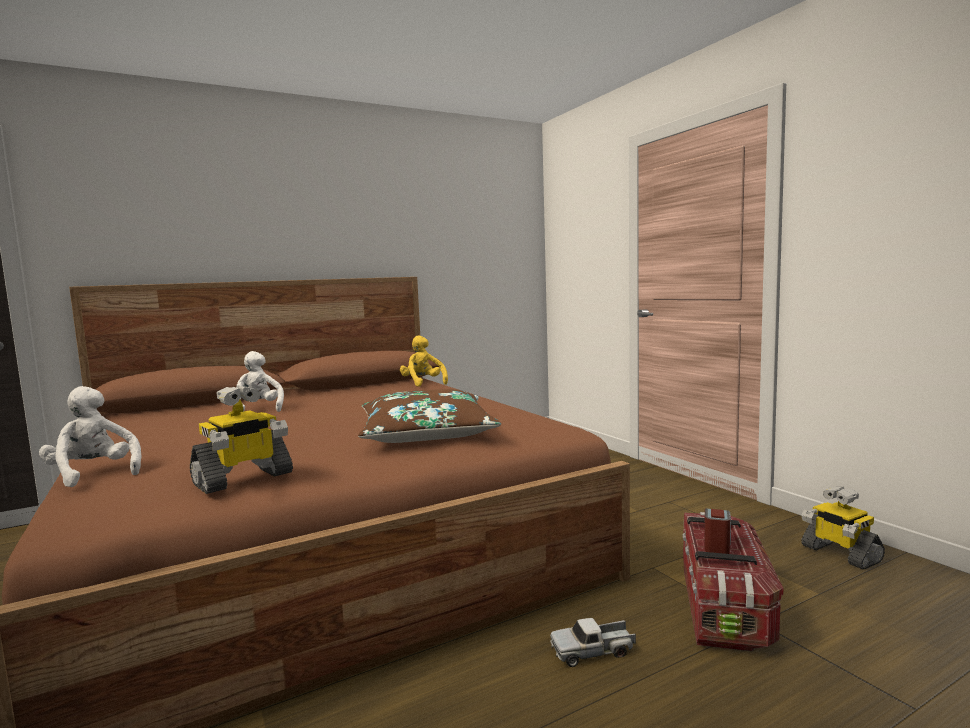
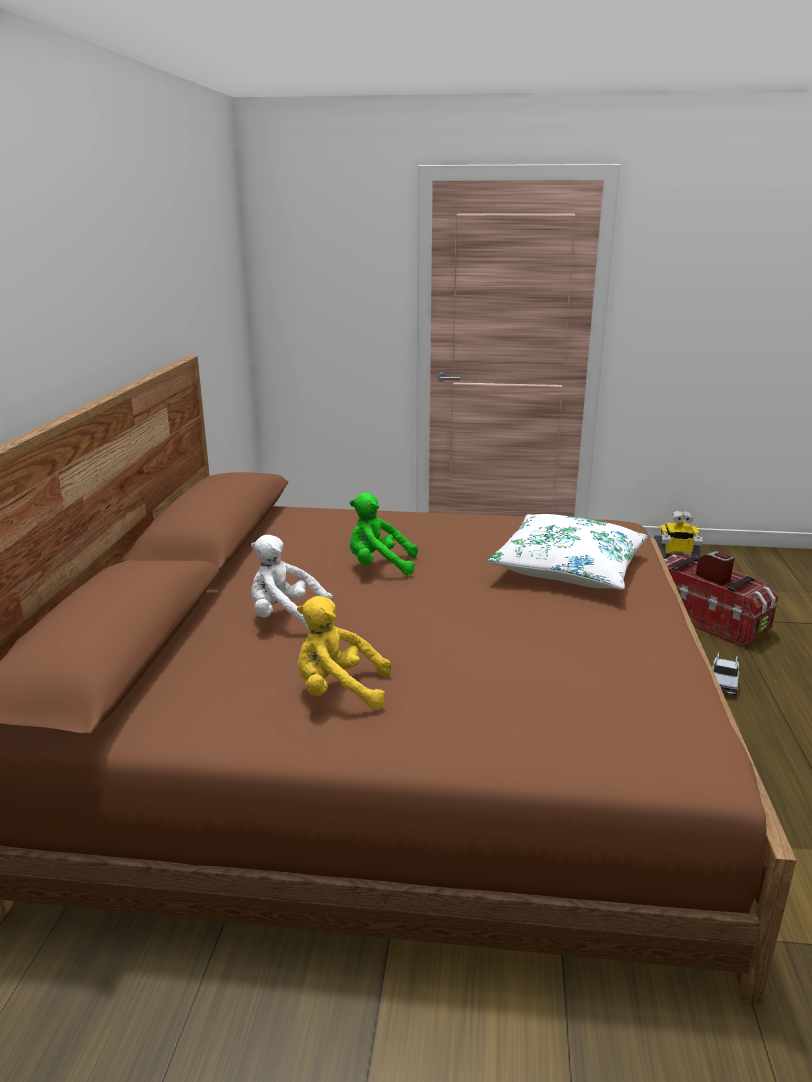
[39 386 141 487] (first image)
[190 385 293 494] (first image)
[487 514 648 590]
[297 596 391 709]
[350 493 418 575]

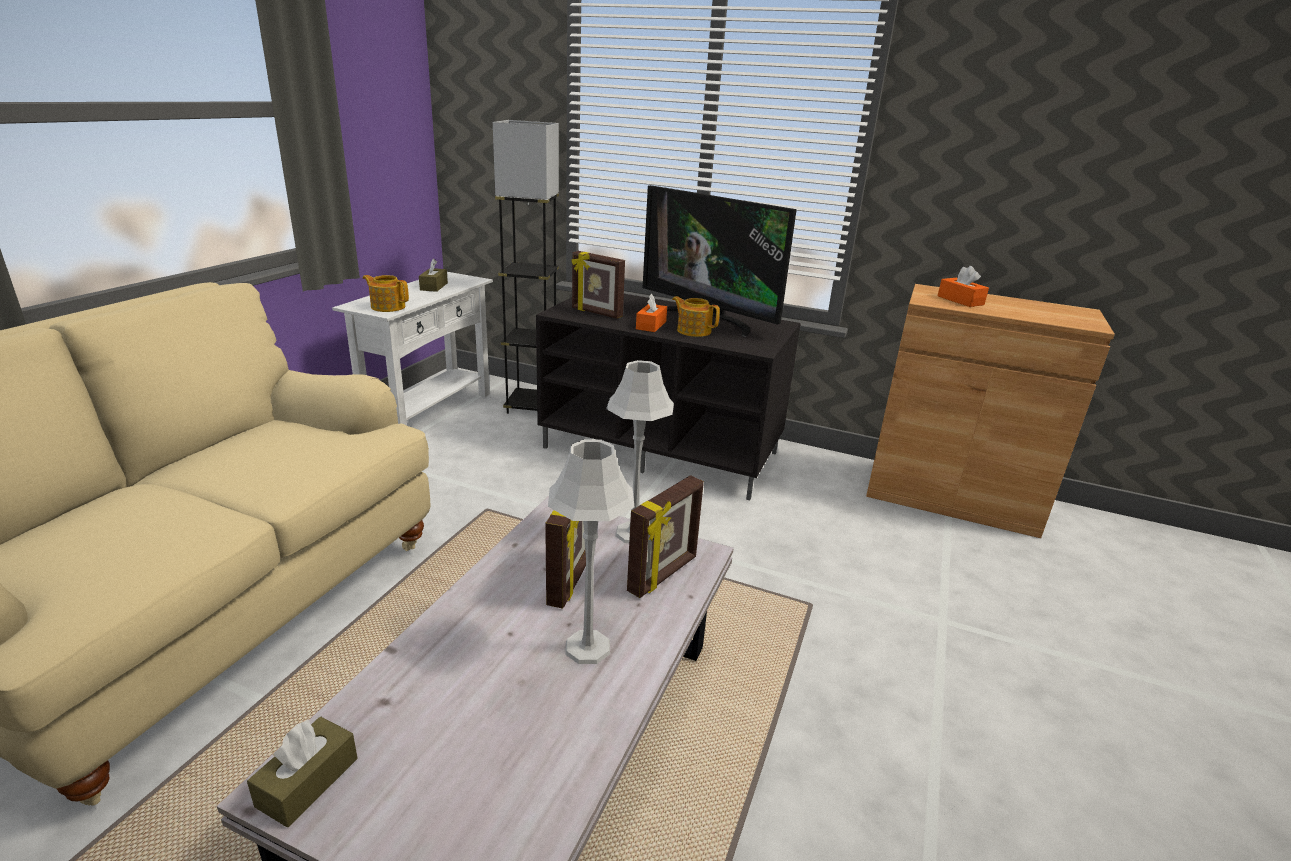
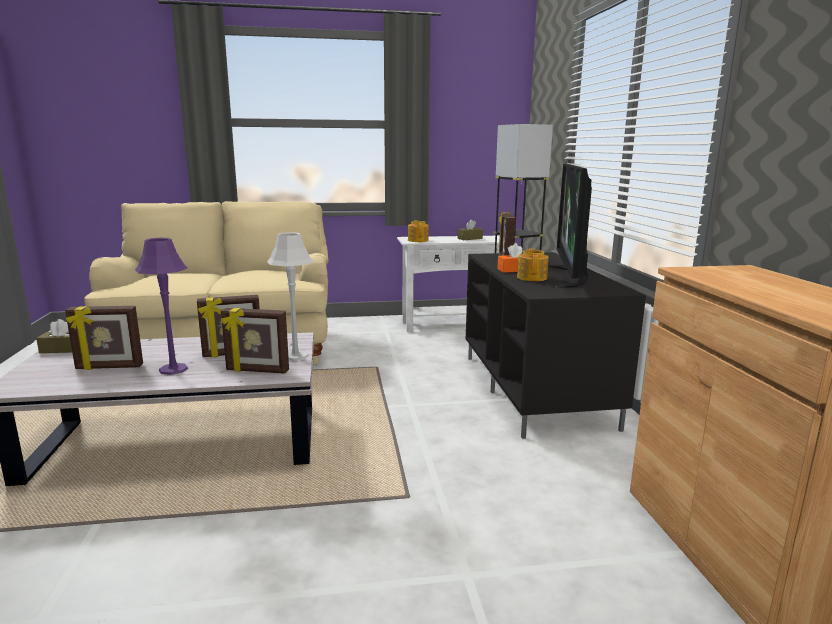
[135 238 188 375]
[938 266 989 307] (first image)
[65 306 143 370]

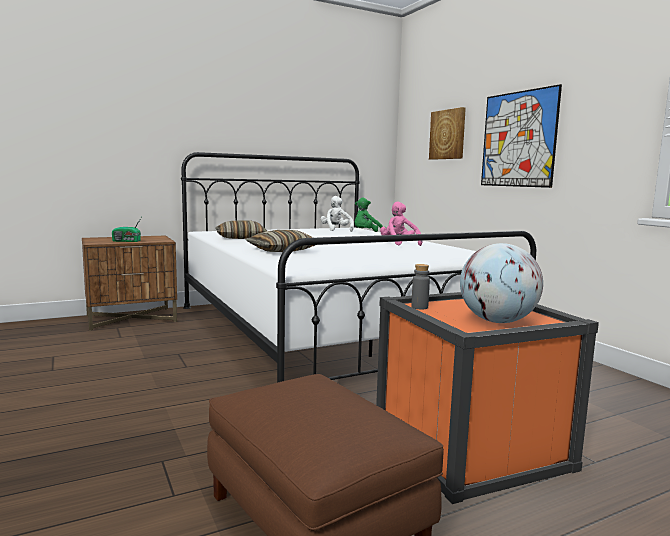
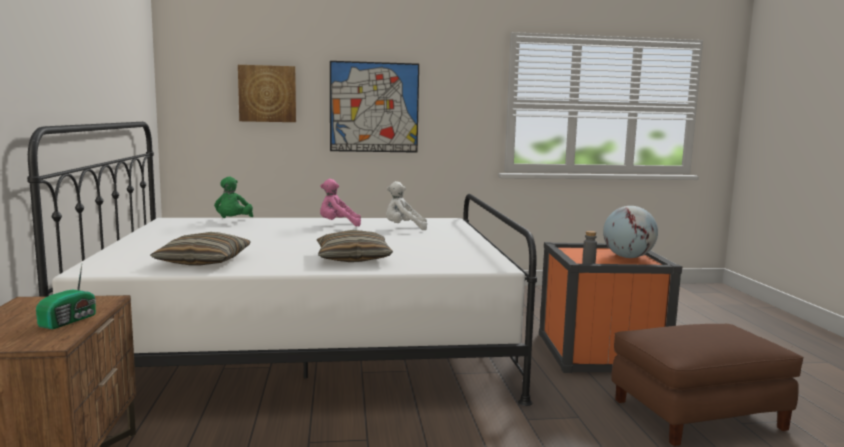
[386 181 427 230]

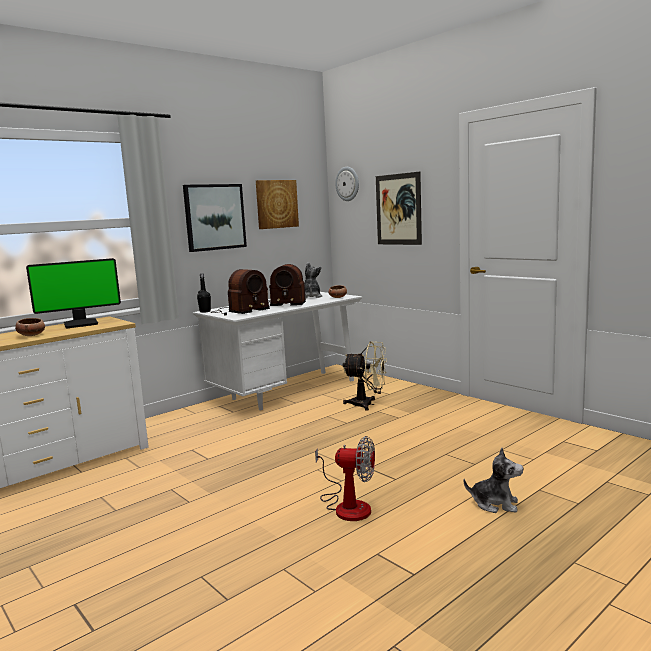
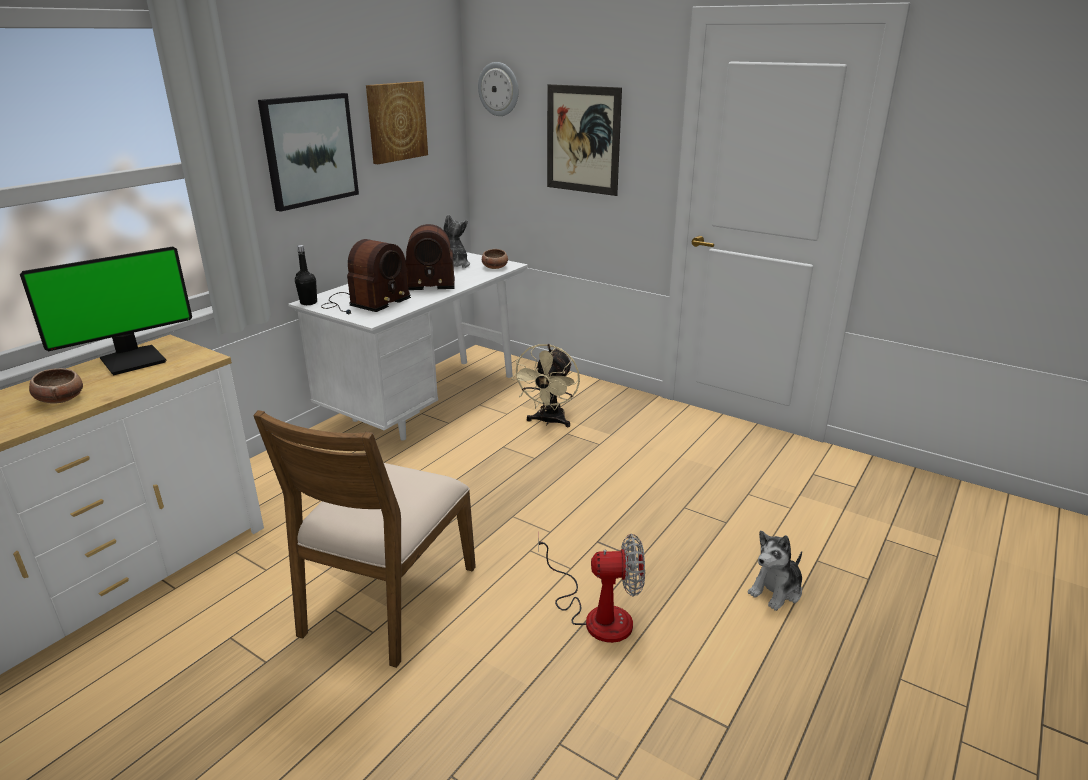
[512 344 580 427]
[748 531 802 611]
[253 410 476 668]

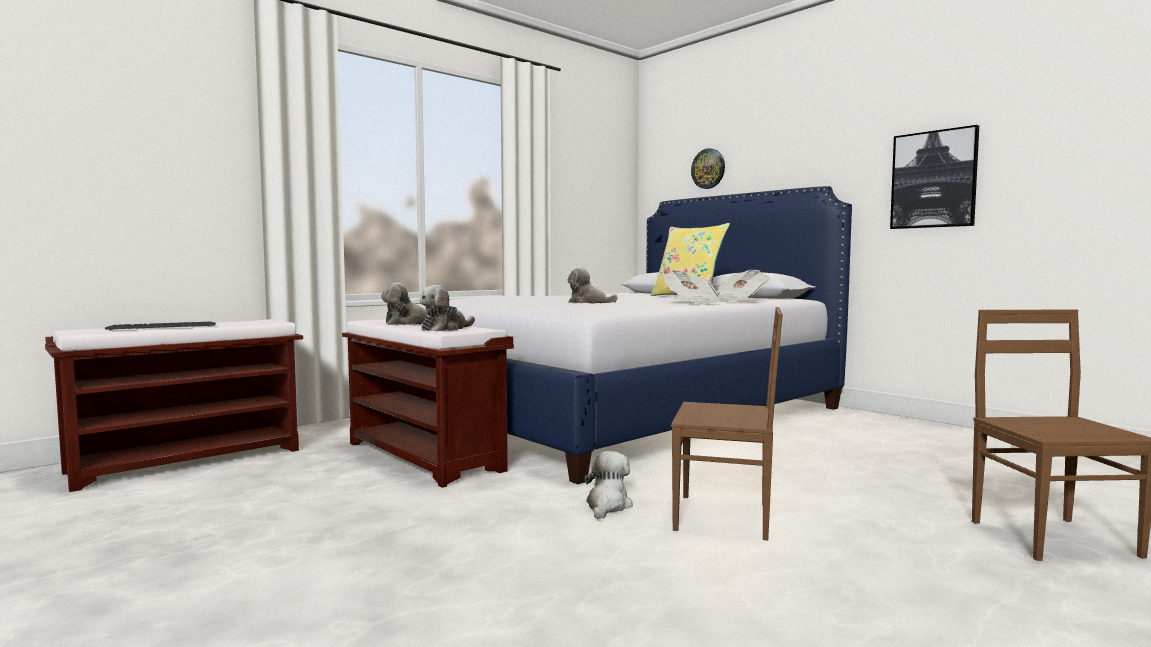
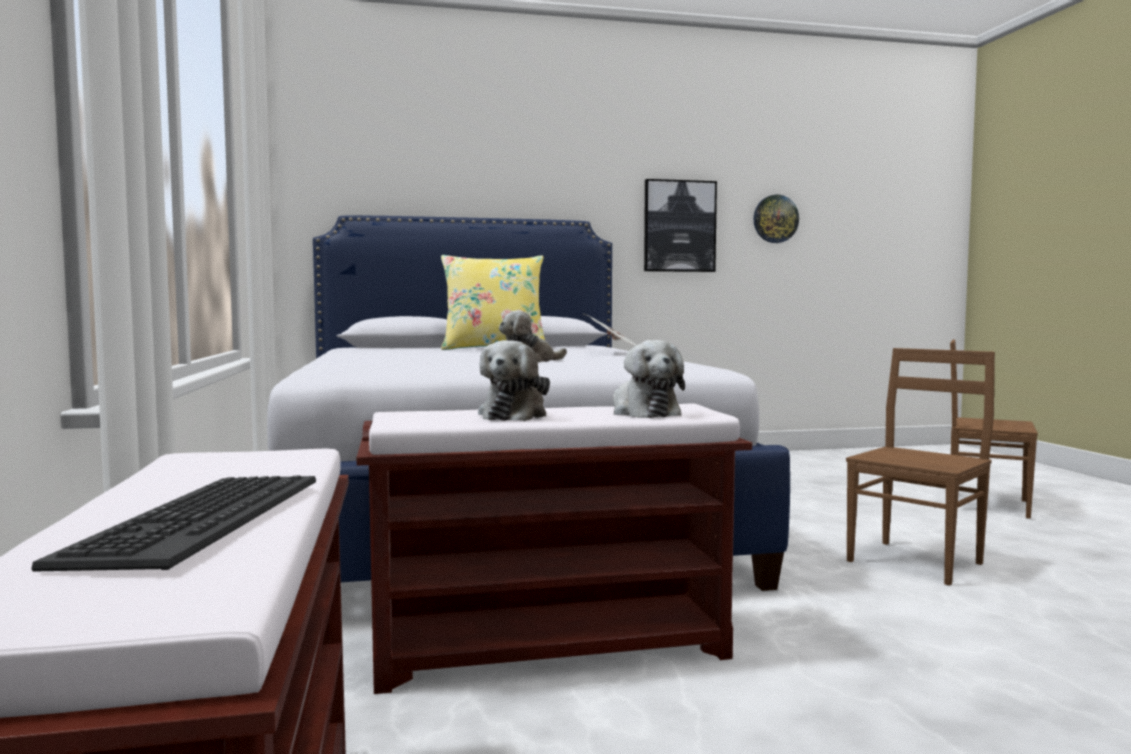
[584 451 633 519] (first image)
[753 195 799 243]
[716 270 769 302] (first image)

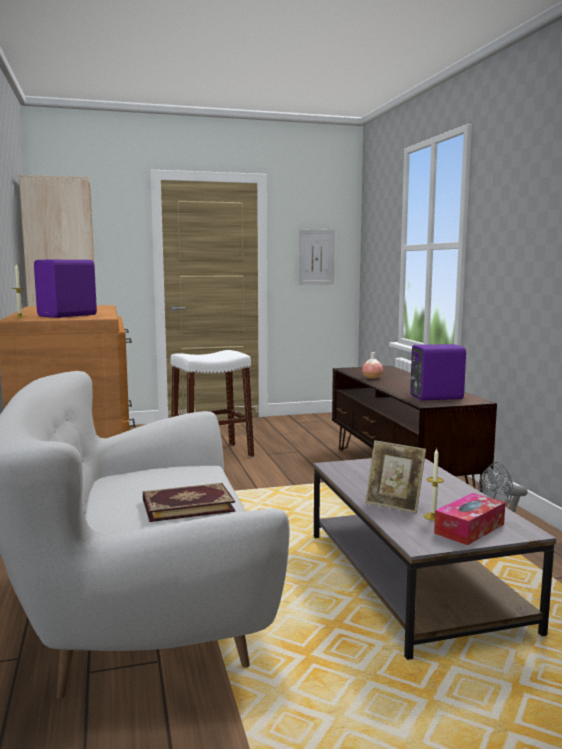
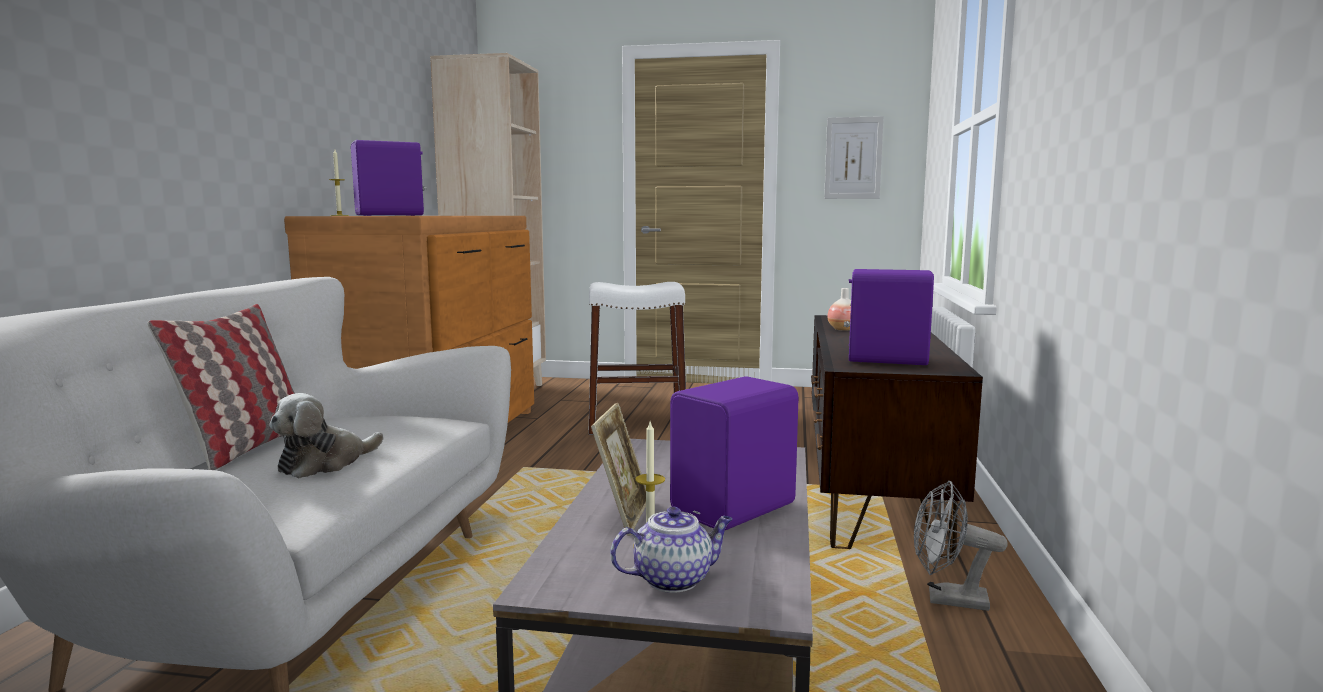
[269 393 384 478]
[591 403 646 536]
[610 506 733 593]
[148 304 295 470]
[670 377 799 530]

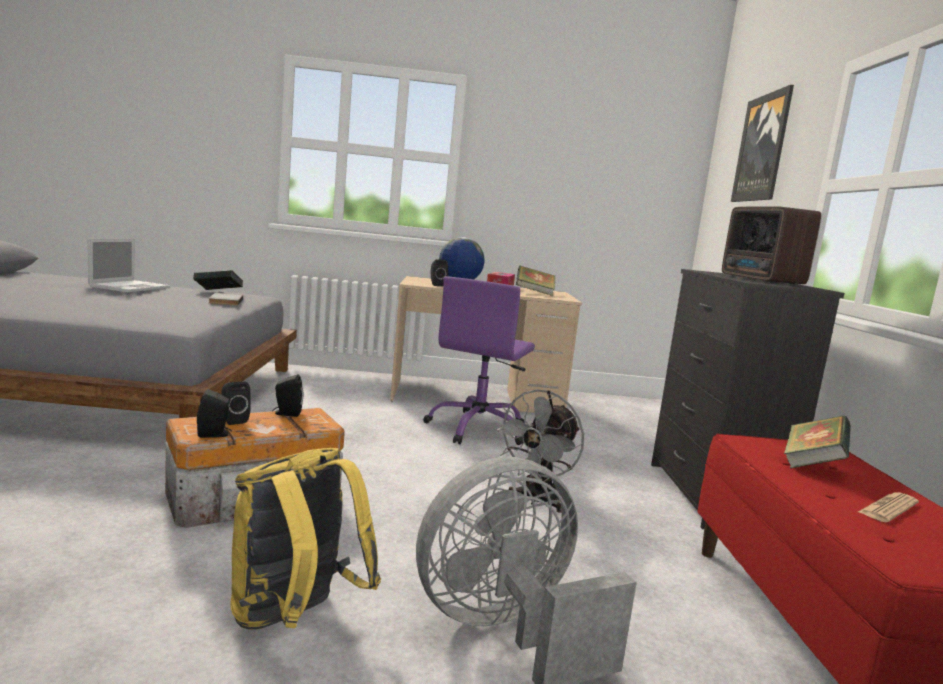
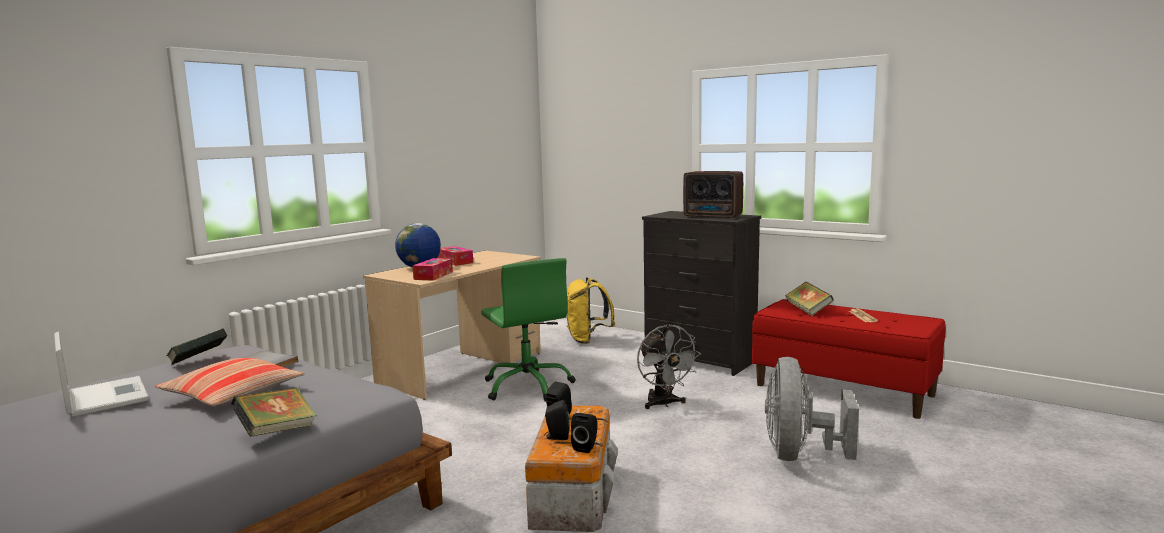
[567 277 615 344]
[481 258 576 402]
[413 258 453 281]
[231 387 317 437]
[731 85 794 202] (first image)
[155 358 305 406]

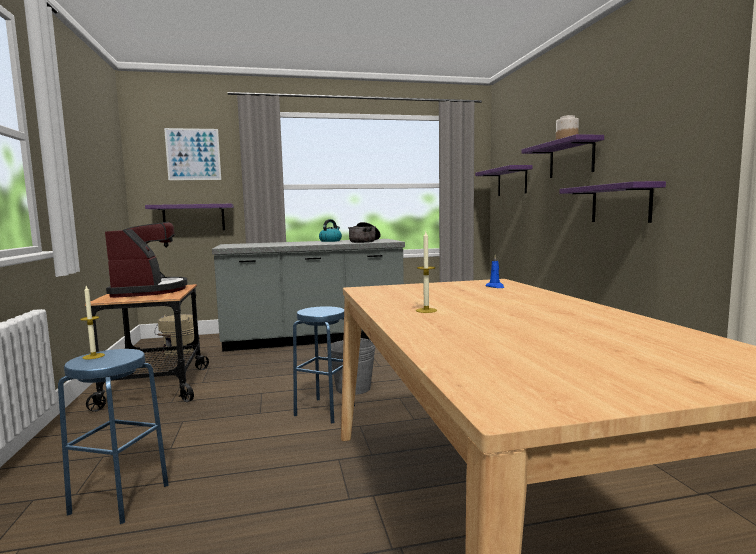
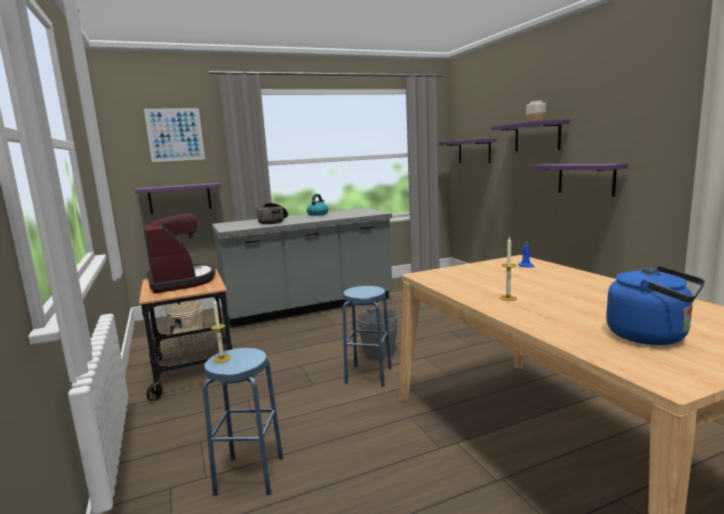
[256 203 288 224]
[606 266 705 345]

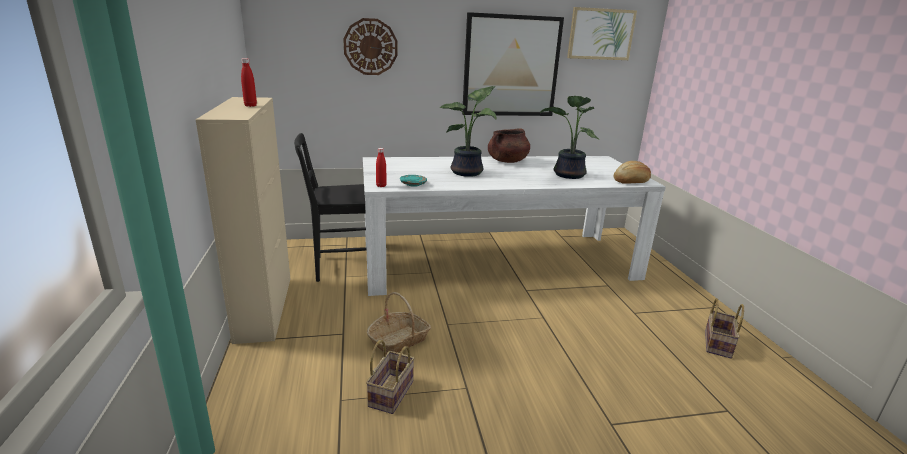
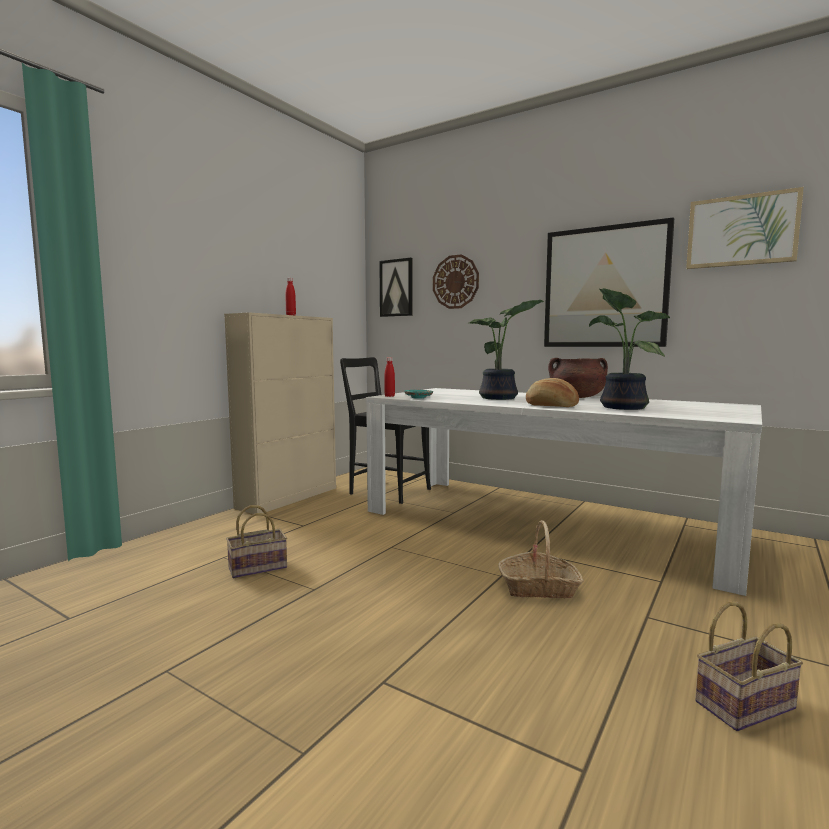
[498 520 584 598]
[526 378 579 407]
[379 258 413 317]

